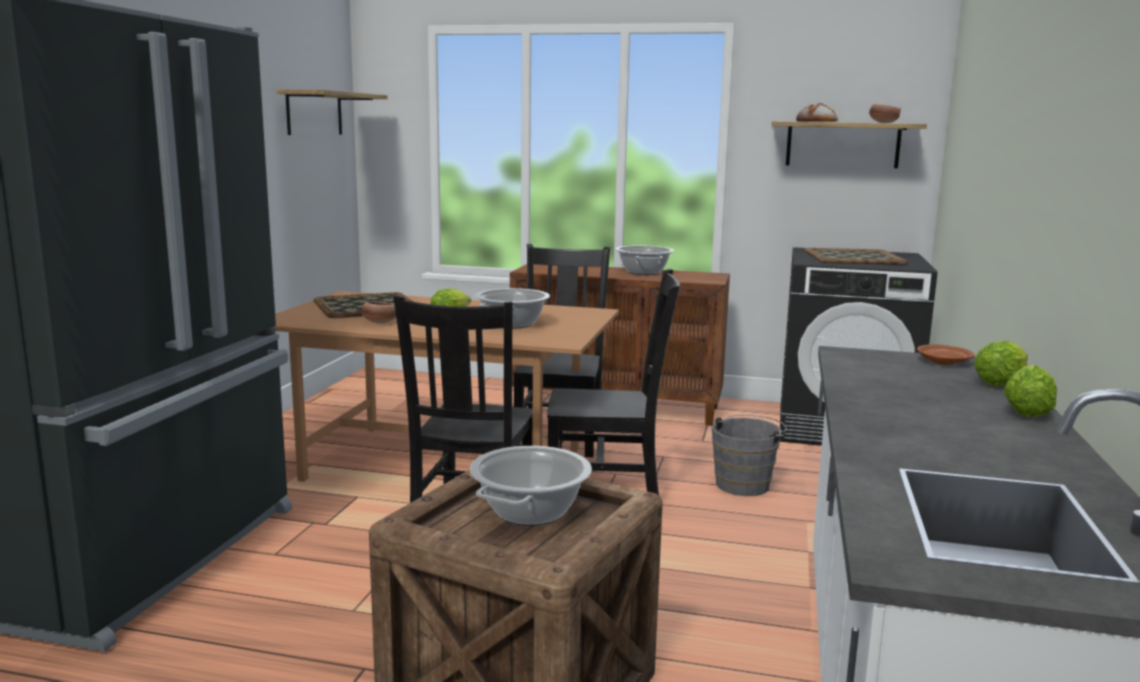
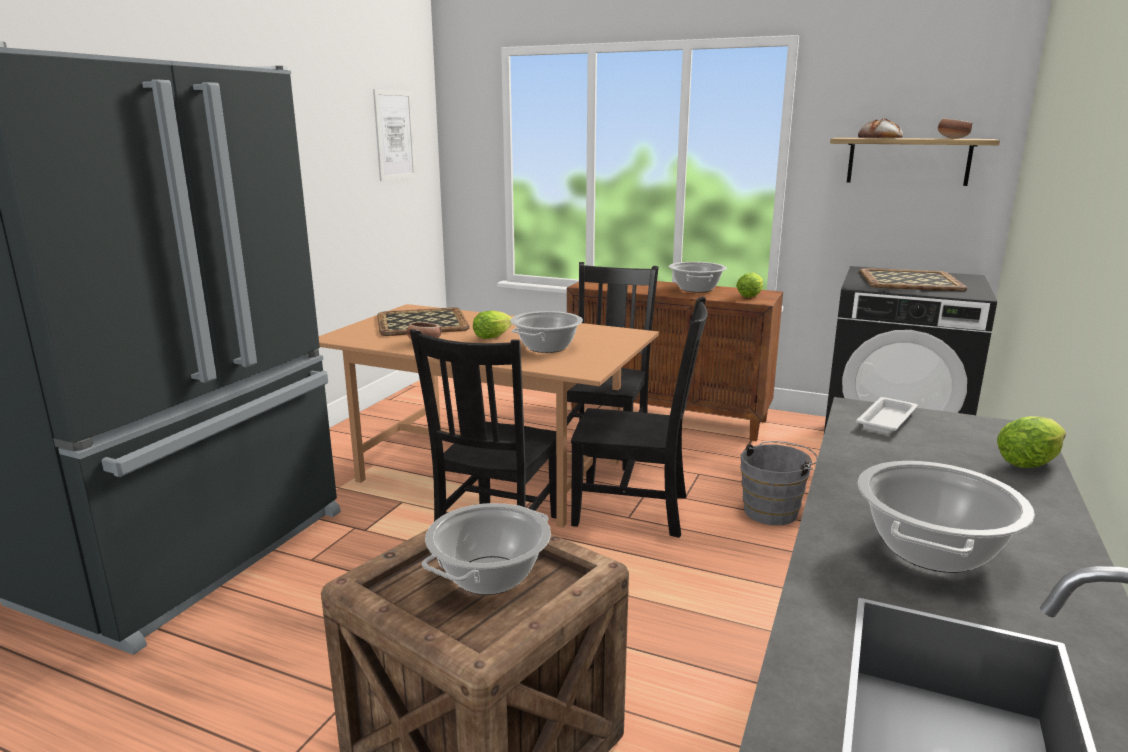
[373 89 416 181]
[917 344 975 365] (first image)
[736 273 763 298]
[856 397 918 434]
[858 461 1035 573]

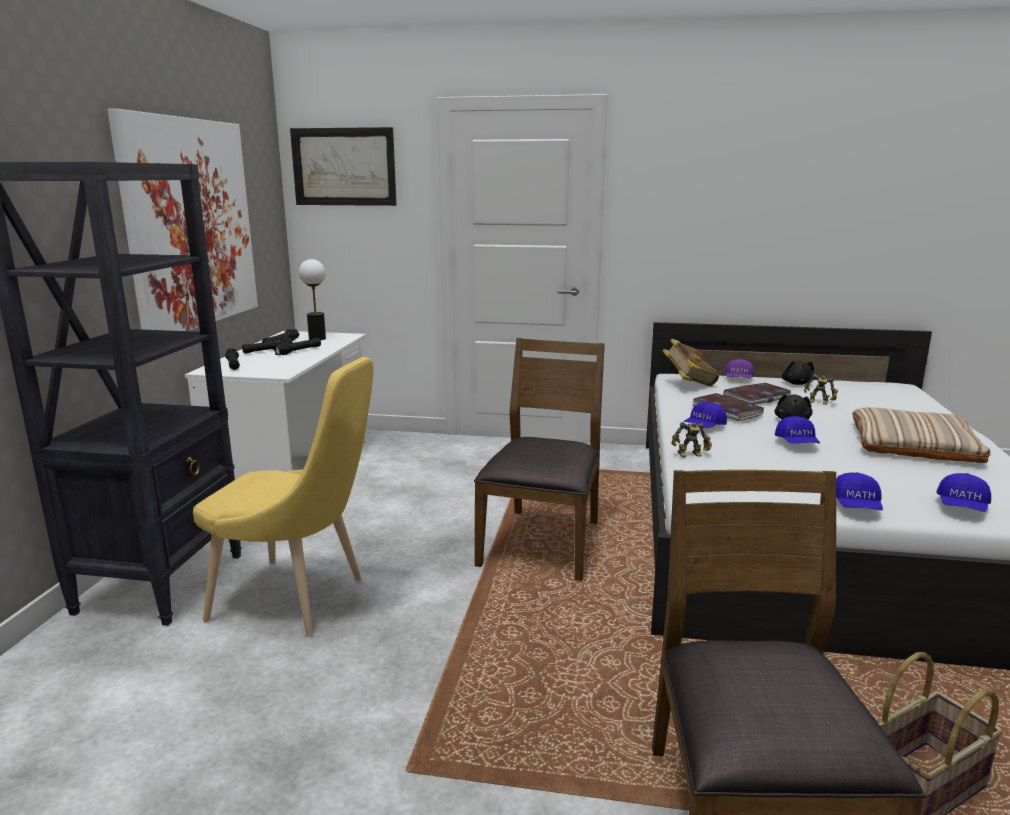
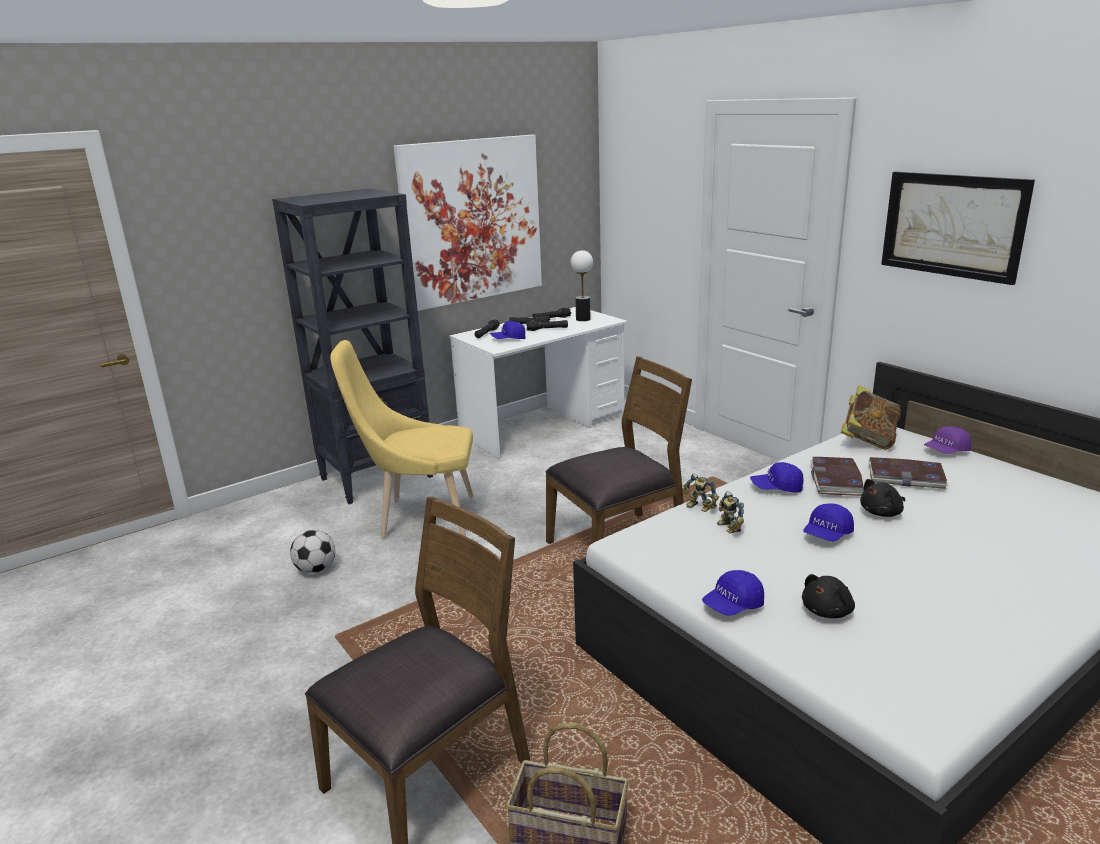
[330 340 473 538]
[881 172 1035 285]
[802 574 855 618]
[717 491 744 533]
[852 408 991 463] (first image)
[490 321 526 339]
[290 530 335 574]

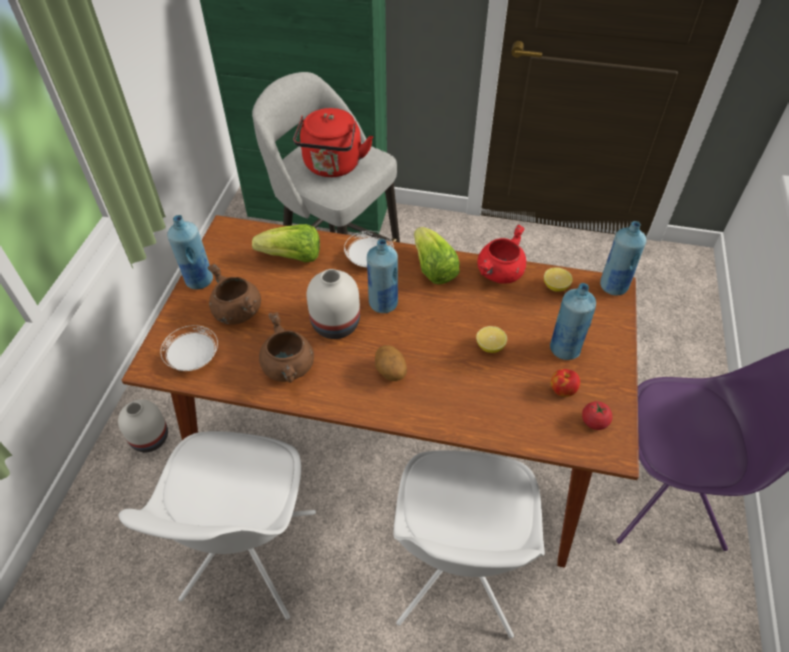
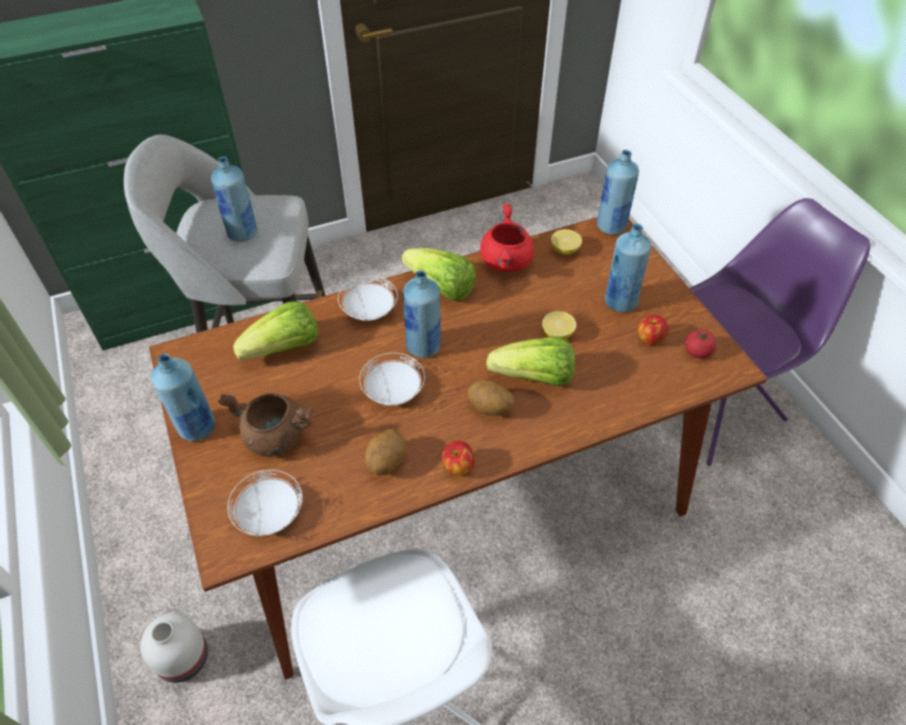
[365 429 406 475]
[211 157 257 242]
[359 353 425 405]
[394 450 545 638] (first image)
[442 441 475 476]
[486 337 575 386]

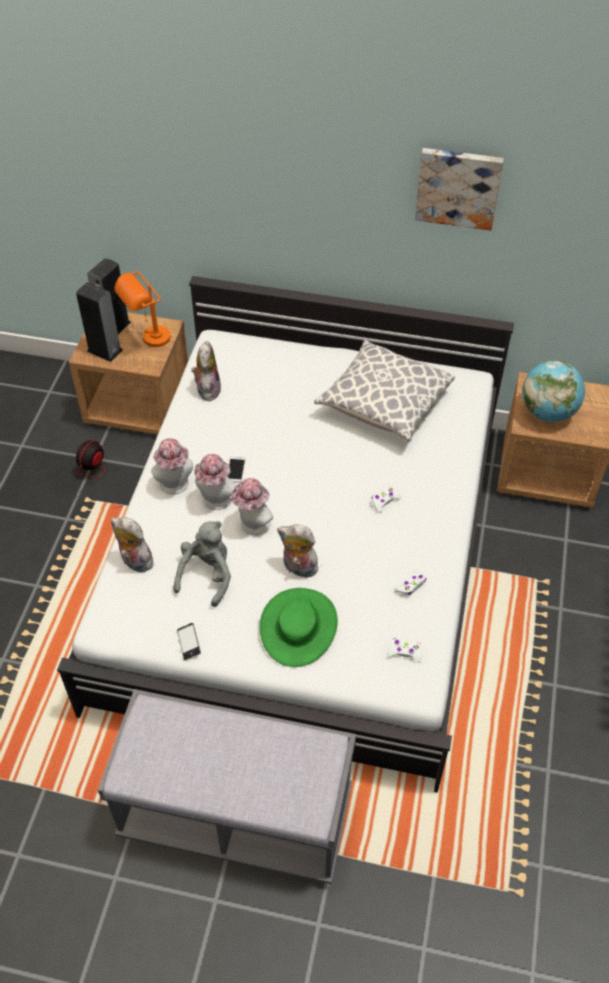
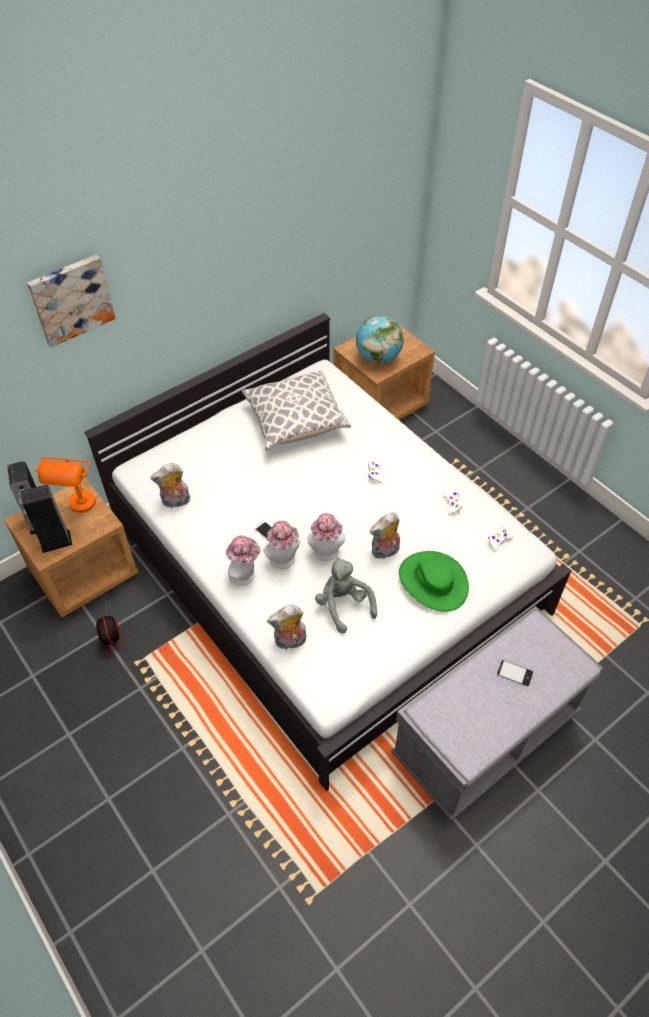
[497 660 533 686]
[150 463 191 508]
[27 255 115 347]

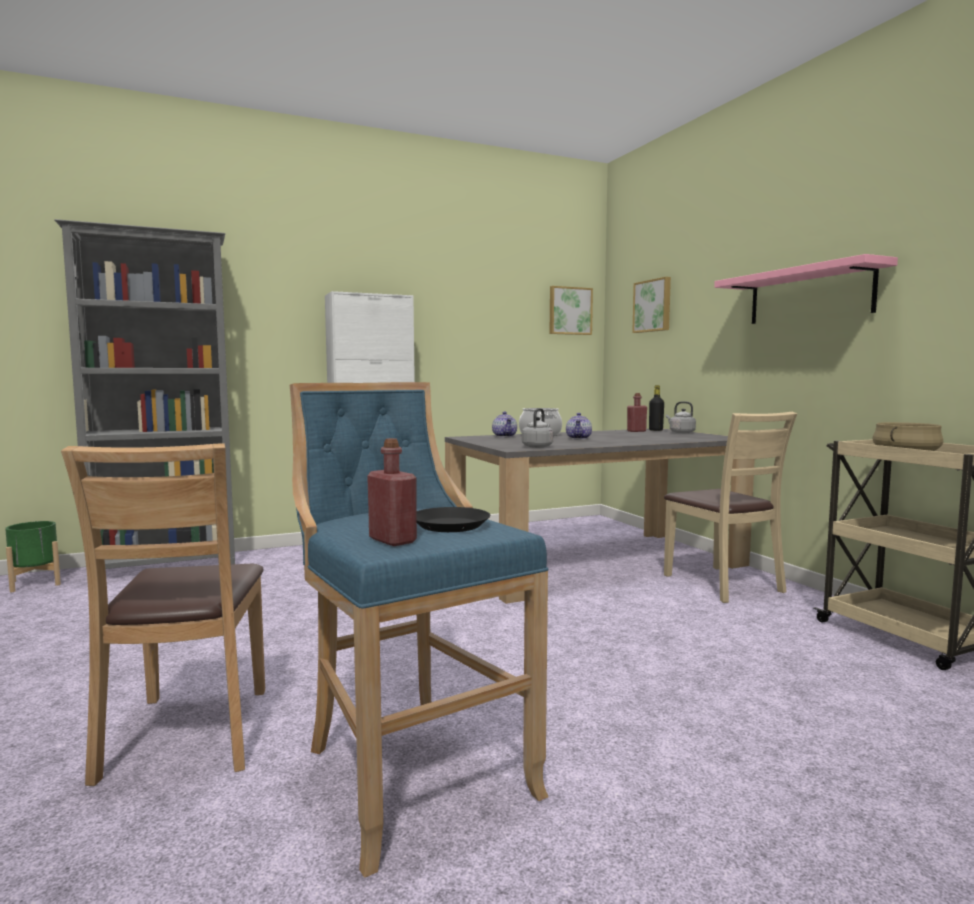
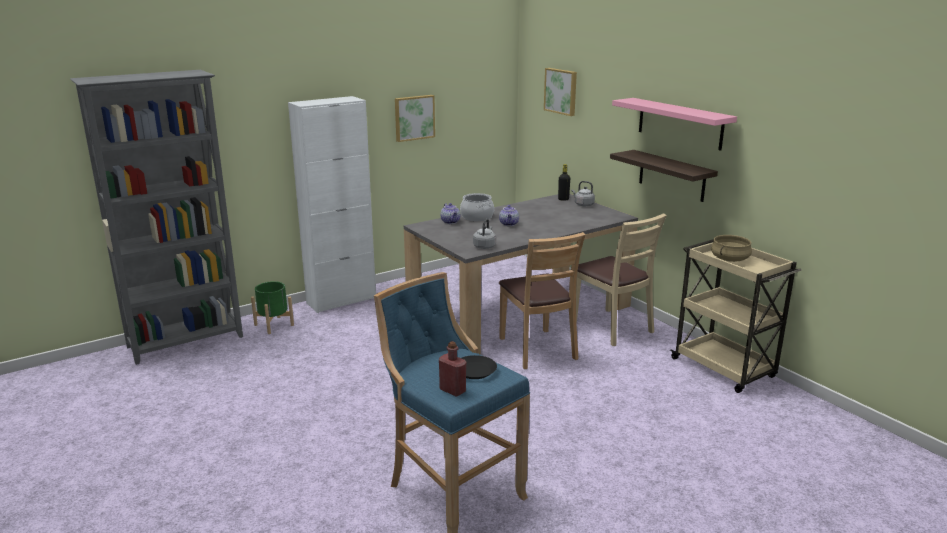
[251 281 294 334]
[499 232 586 369]
[395 95 435 142]
[627 393 647 432] (first image)
[610 150 718 202]

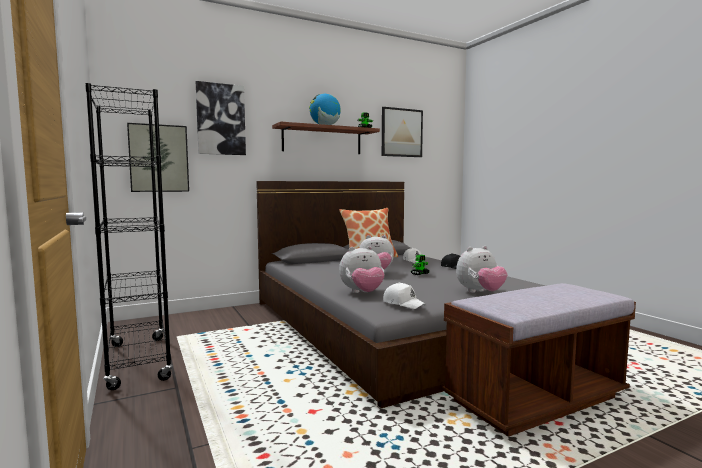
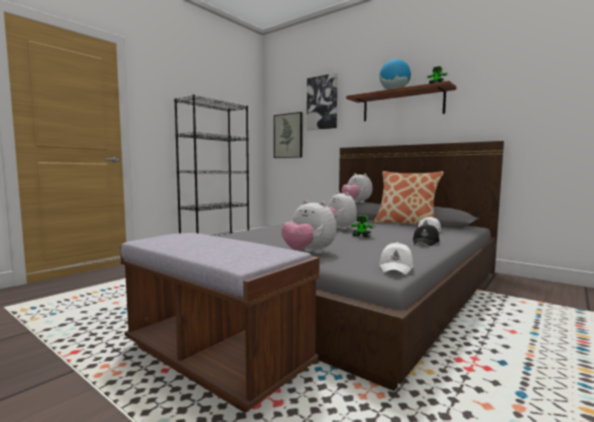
[342 173 373 203]
[382 107 423 157] (first image)
[379 242 414 275]

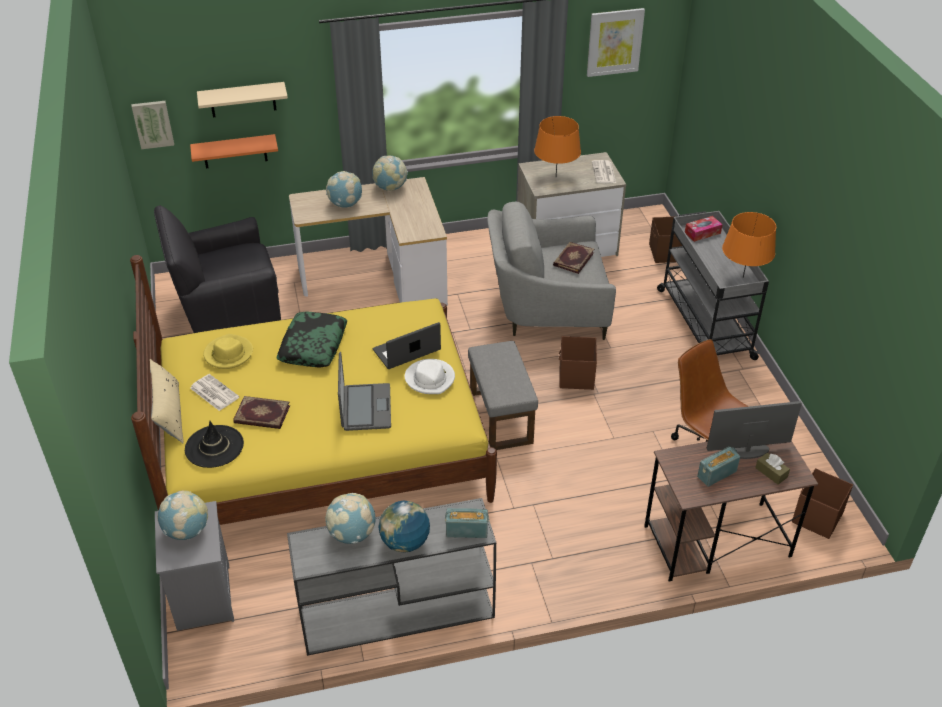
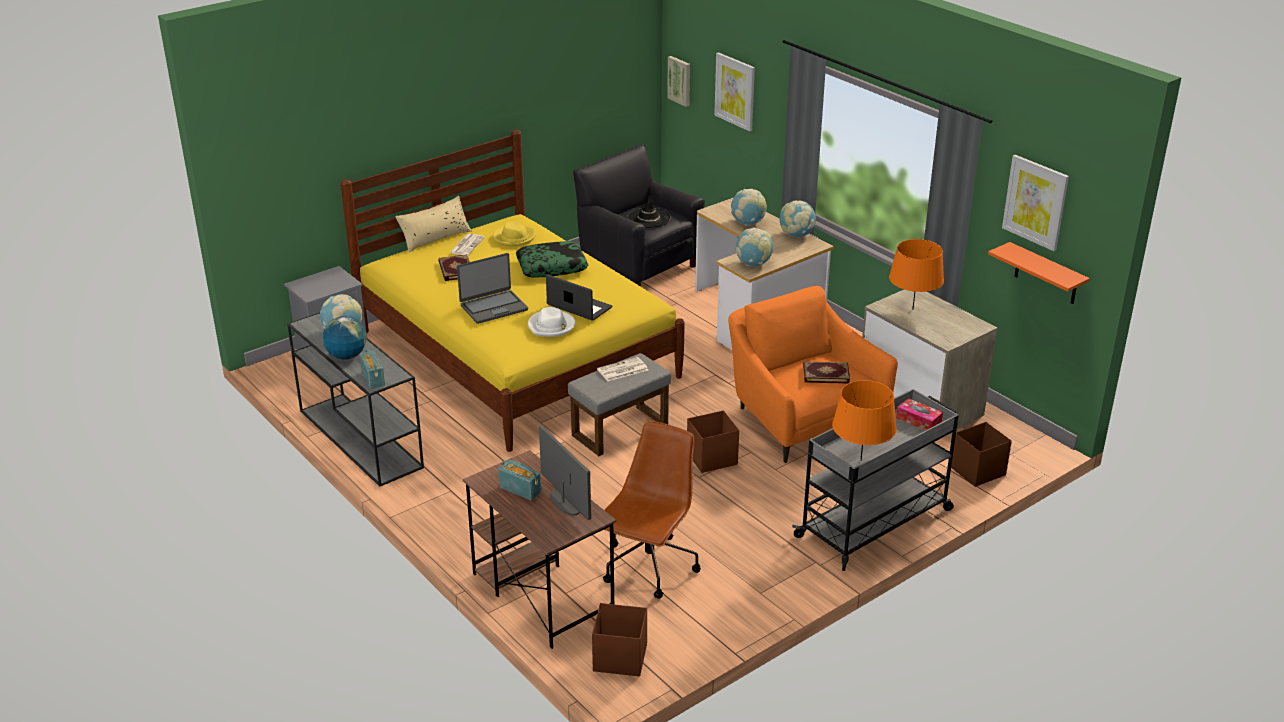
[735 228 773 266]
[627 194 671 228]
[988 242 1090 304]
[714 53 755 132]
[728 286 898 463]
[597 357 648 381]
[755 453 790 484] (first image)

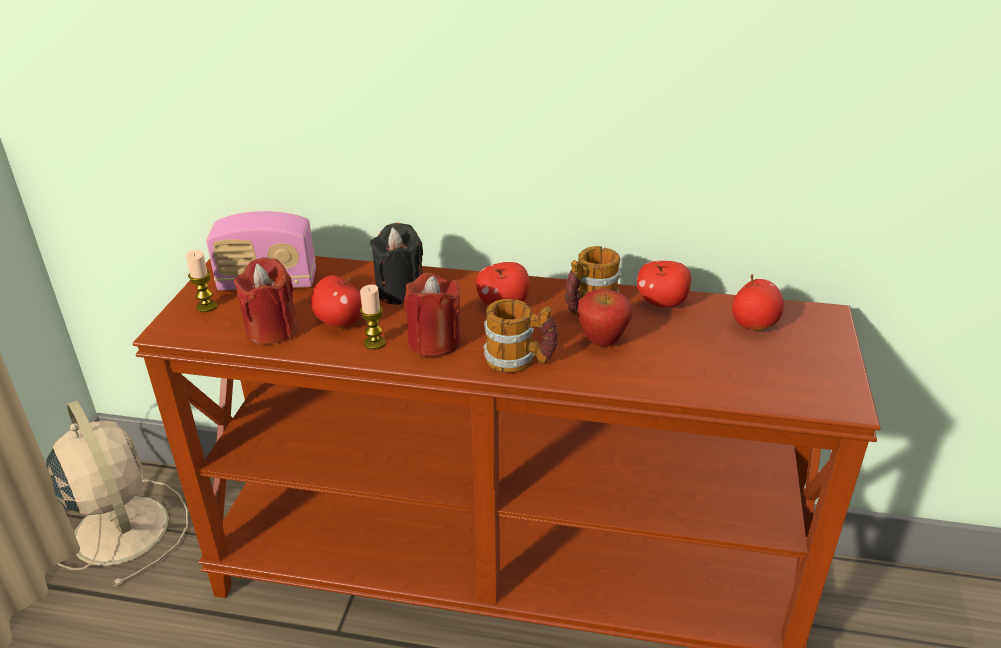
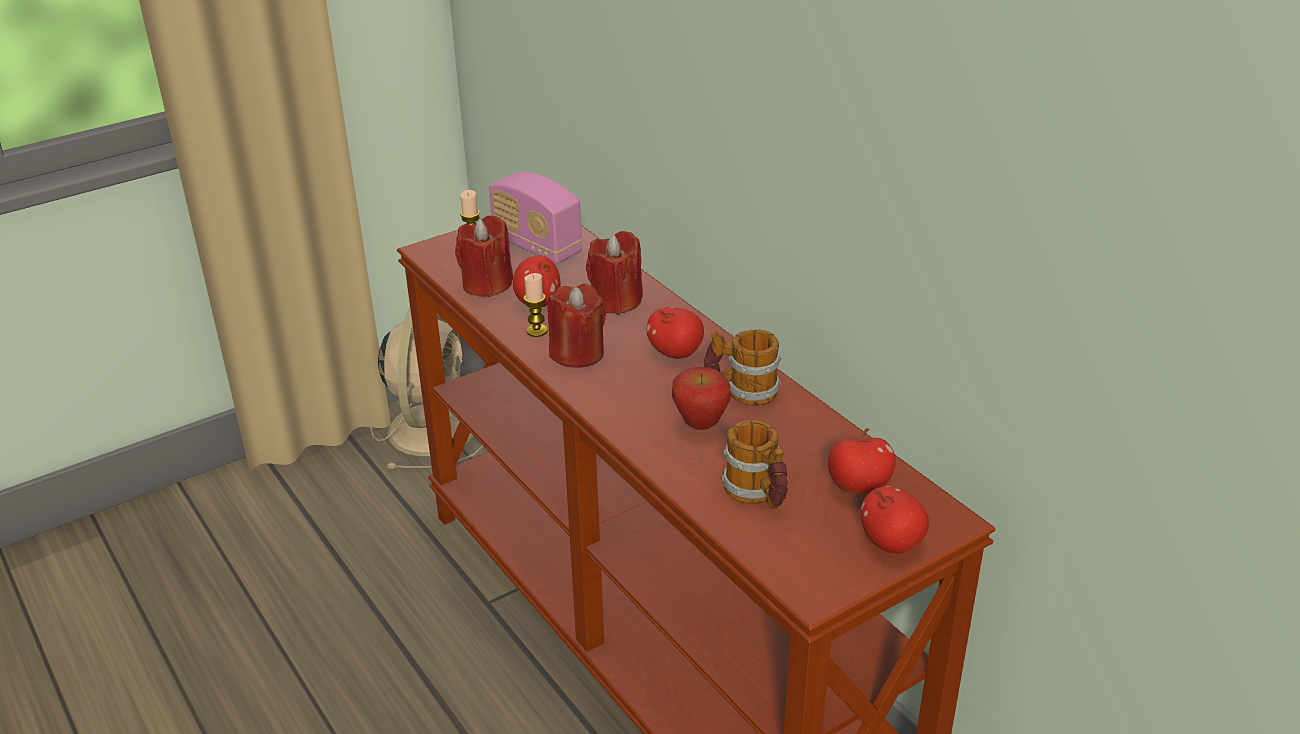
[586 231 643 315]
[721 420 788 509]
[861 486 929 553]

